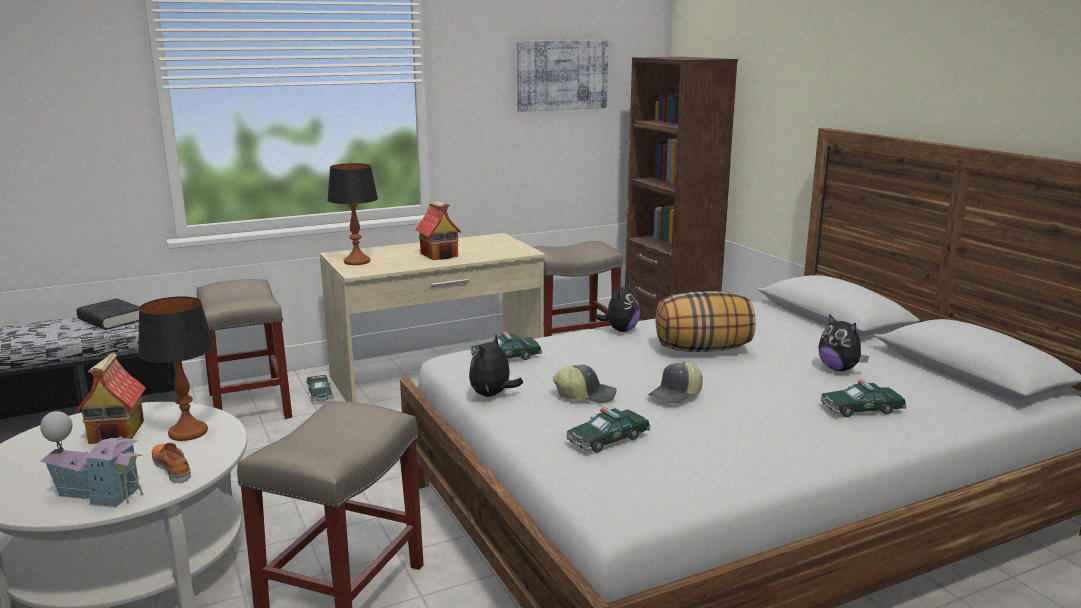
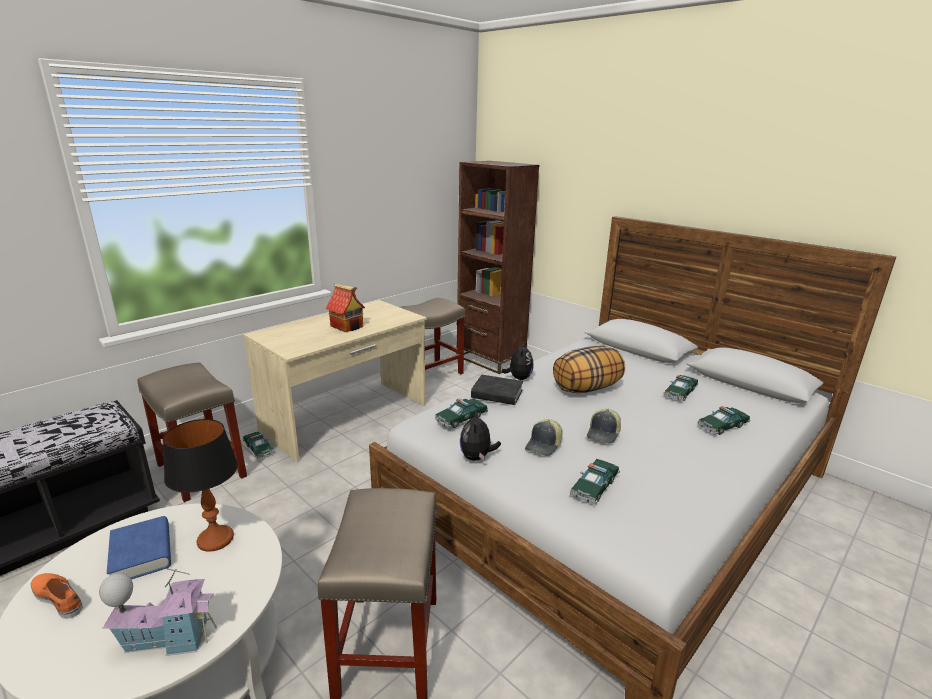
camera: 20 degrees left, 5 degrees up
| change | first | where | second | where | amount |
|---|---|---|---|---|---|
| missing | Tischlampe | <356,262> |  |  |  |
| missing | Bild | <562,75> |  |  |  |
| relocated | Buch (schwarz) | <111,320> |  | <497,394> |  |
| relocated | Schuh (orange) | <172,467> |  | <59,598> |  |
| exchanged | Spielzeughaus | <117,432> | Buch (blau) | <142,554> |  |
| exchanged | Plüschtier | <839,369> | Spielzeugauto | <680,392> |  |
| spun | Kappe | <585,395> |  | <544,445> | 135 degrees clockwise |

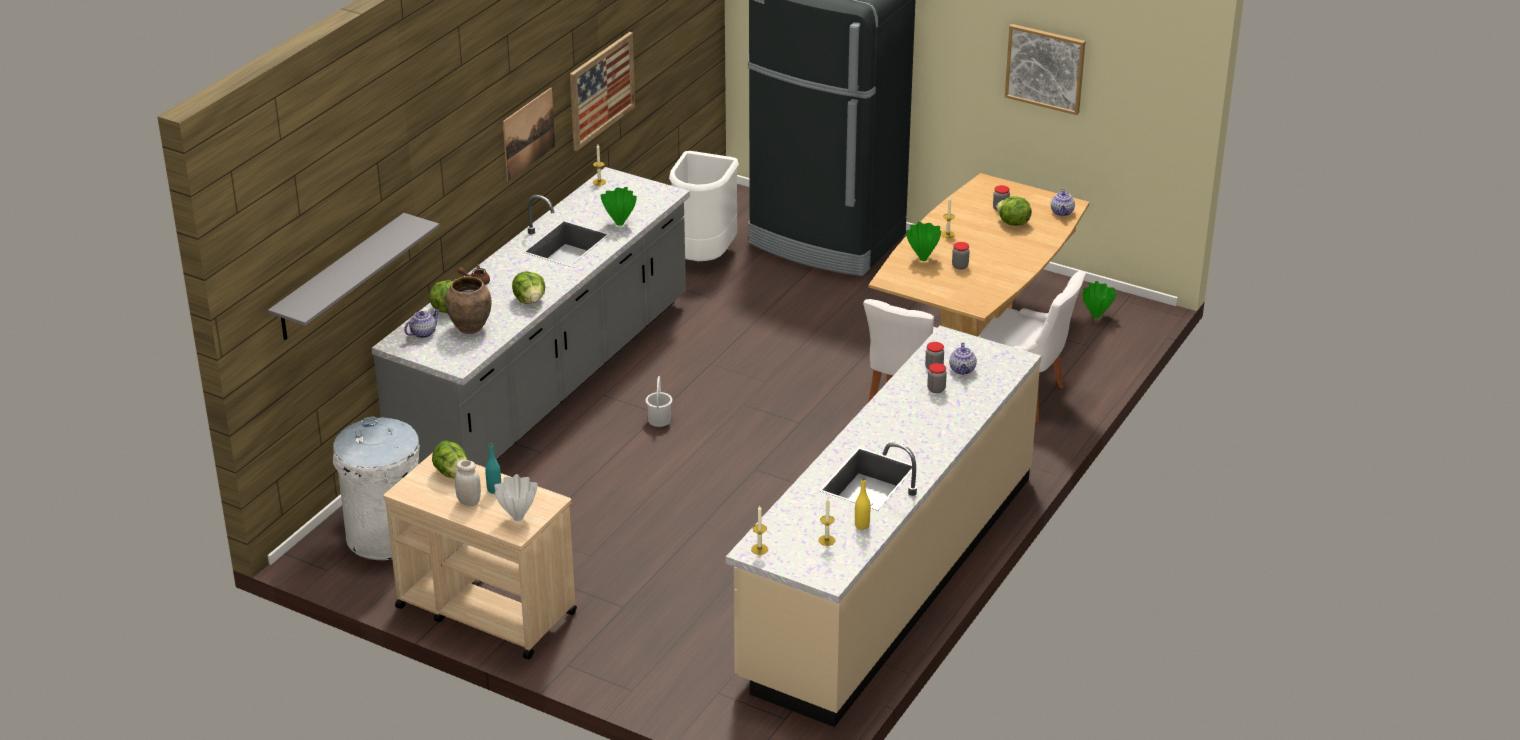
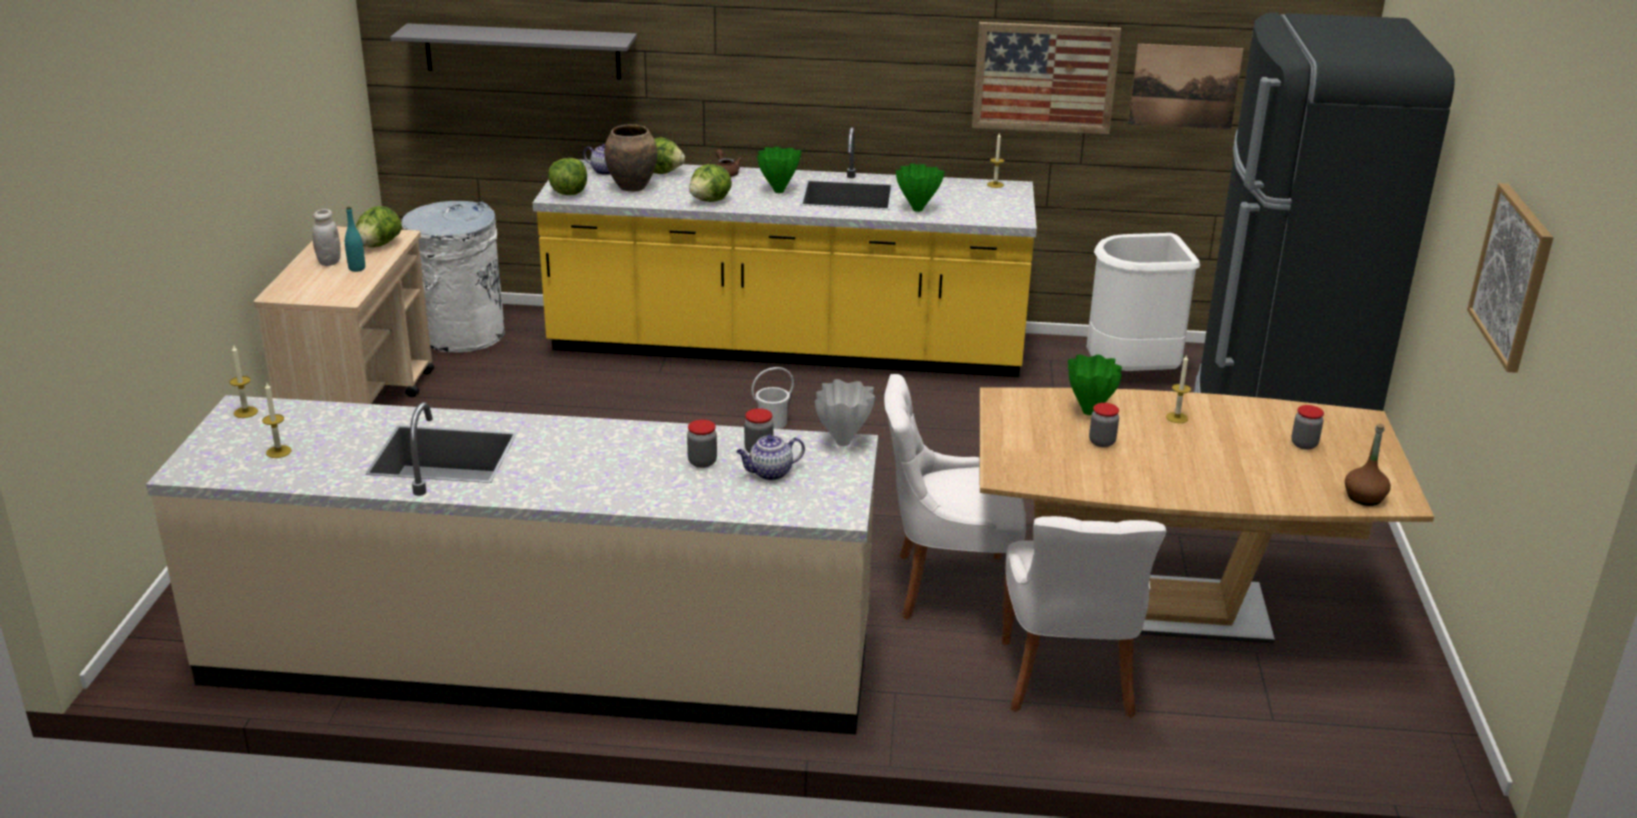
camera: 65 degrees right, 5 degrees down
| change | first | where | second | where | amount |
|---|---|---|---|---|---|
| missing | Flasche (gelb) | <862,525> |  |  |  |
| relocated | Vase (weiß) | <518,517> |  | <844,442> |  |
| relocated | Bild | <528,134> |  | <1184,86> |  |
| relocated | Salatkopf | <1012,223> |  | <568,193> |  |
| relocated | Vase (grün) | <1096,317> |  | <778,191> |  |
| exchanged | Teekanne | <1062,212> | Flasche (braun) | <1364,497> |  |
| colour | Küchenzeile (grau) | <547,384> | Küchenzeile (gelb) | <787,347> |  |

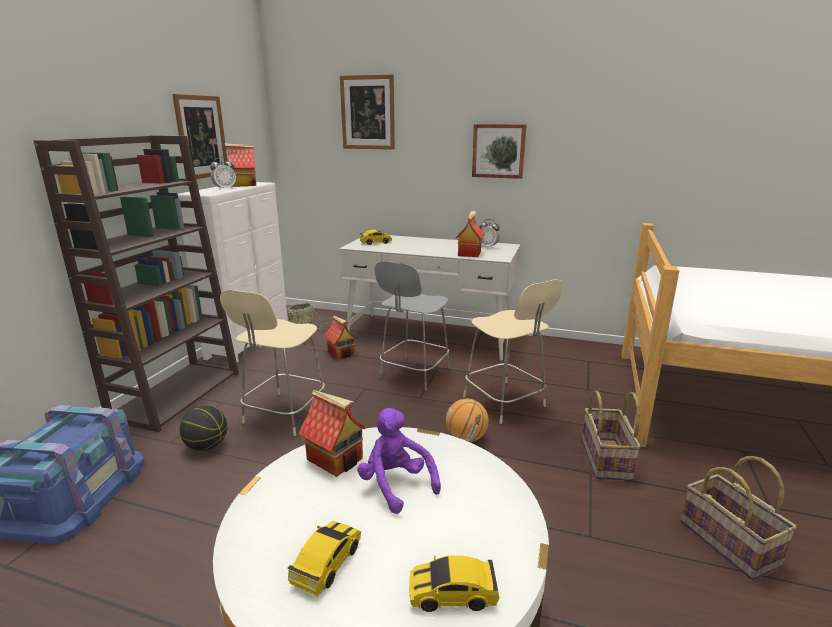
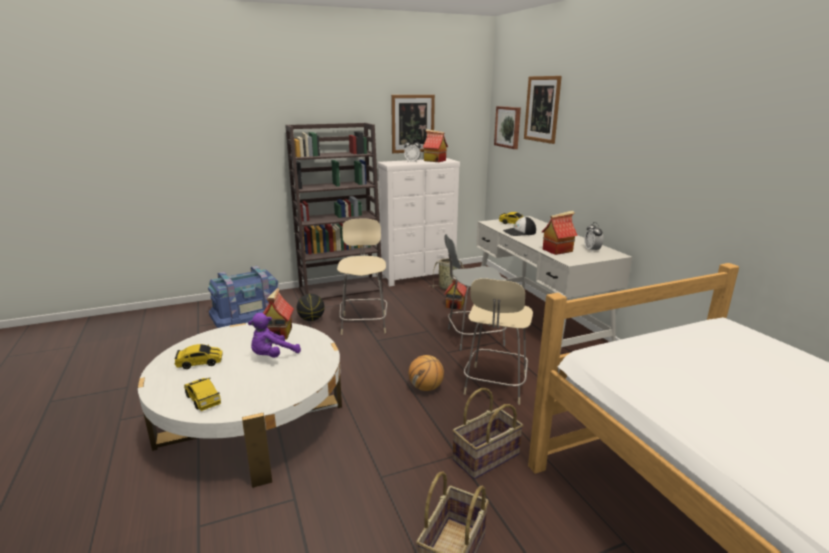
camera: 50 degrees right, 0 degrees up
| change | first | where | second | where | amount |
|---|---|---|---|---|---|
| appeared |  |  | Kappe | <519,232> |  |
| relocated | Bild | <498,151> |  | <508,127> |  |
| spun | Stuhl (beige) | <284,415> |  | <364,323> | 105 degrees clockwise |
| spun | Plüschtier (lila) | <396,485> |  | <272,356> | 150 degrees counterclockwise |

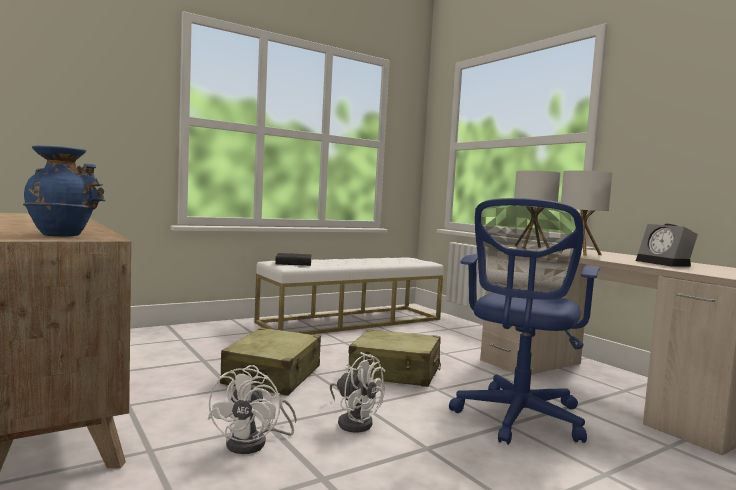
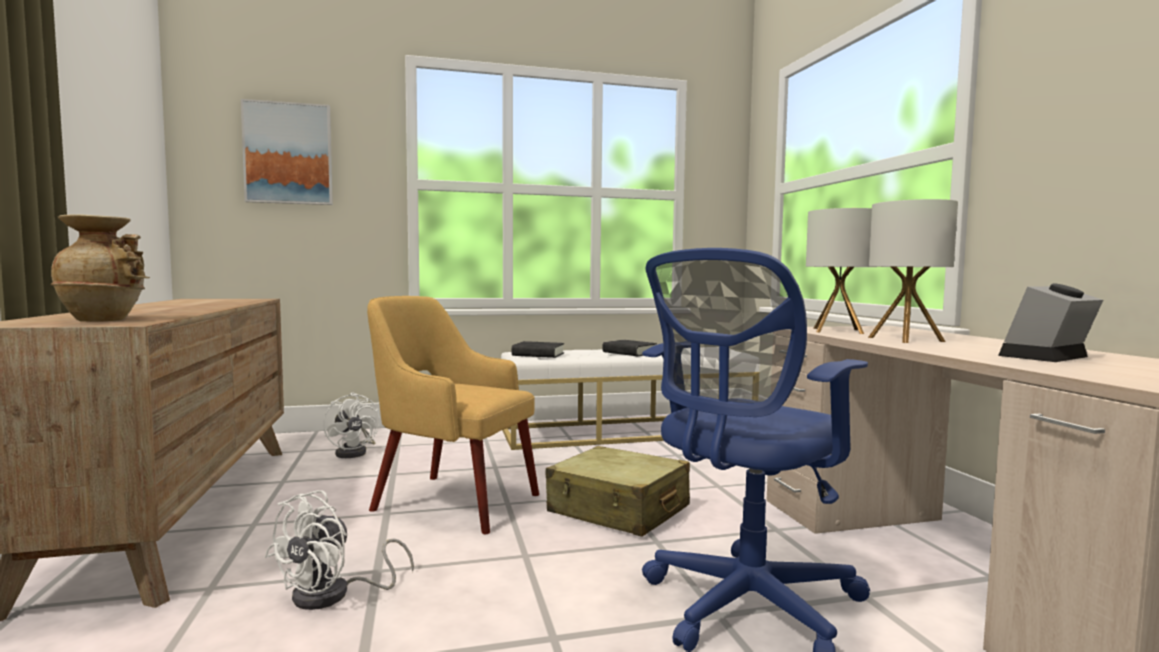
camera: 20 degrees right, 0 degrees up
| change | first | where | second | where | amount |
|---|---|---|---|---|---|
| appeared |  |  | Bild | <288,154> |  |
| appeared |  |  | Buch (schwarz) | <629,352> |  |
| relocated | Ventilator (weiß) | <354,421> |  | <355,452> |  |
| exchanged | Koffer (beige) | <273,376> | Sessel (gelb) | <452,501> |  |
| colour | Vase (blau) | <62,234> | Vase (beige) | <105,319> |  |
| spun | Wecker | <665,263> |  | <1047,357> | 60 degrees clockwise |

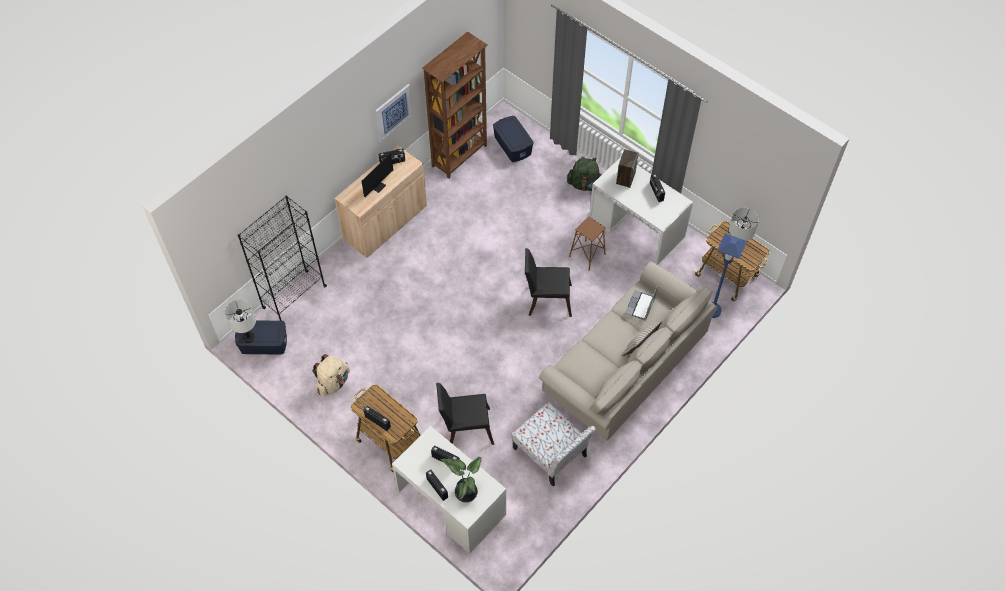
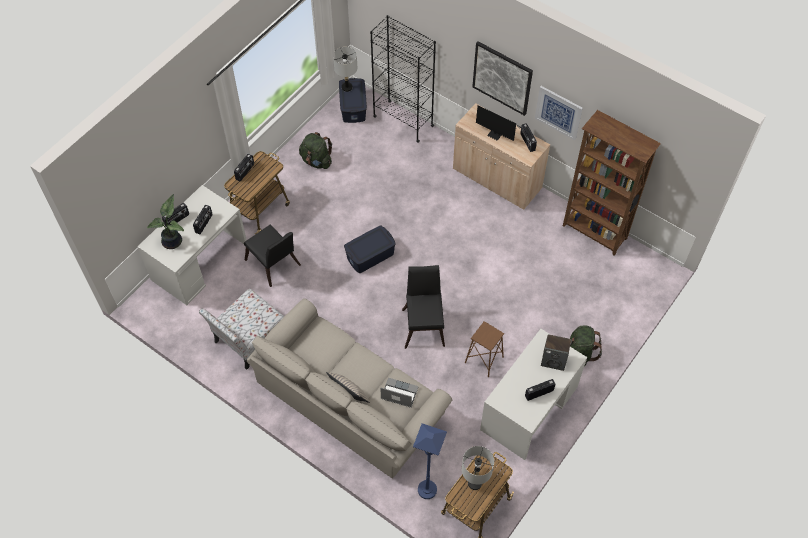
camera: 85 degrees right, 0 degrees up
| change | first | where | second | where | amount |
|---|---|---|---|---|---|
| appeared |  |  | Bild | <502,78> |  |
| relocated | Aufbewahrungsbox (blau) | <513,145> |  | <370,256> |  |
| colour | Rucksack (beige) | <333,382> | Rucksack (grün) | <316,161> |  |
| spun | Stuhl (schwarz) | <465,428> |  | <274,265> | 150 degrees clockwise |

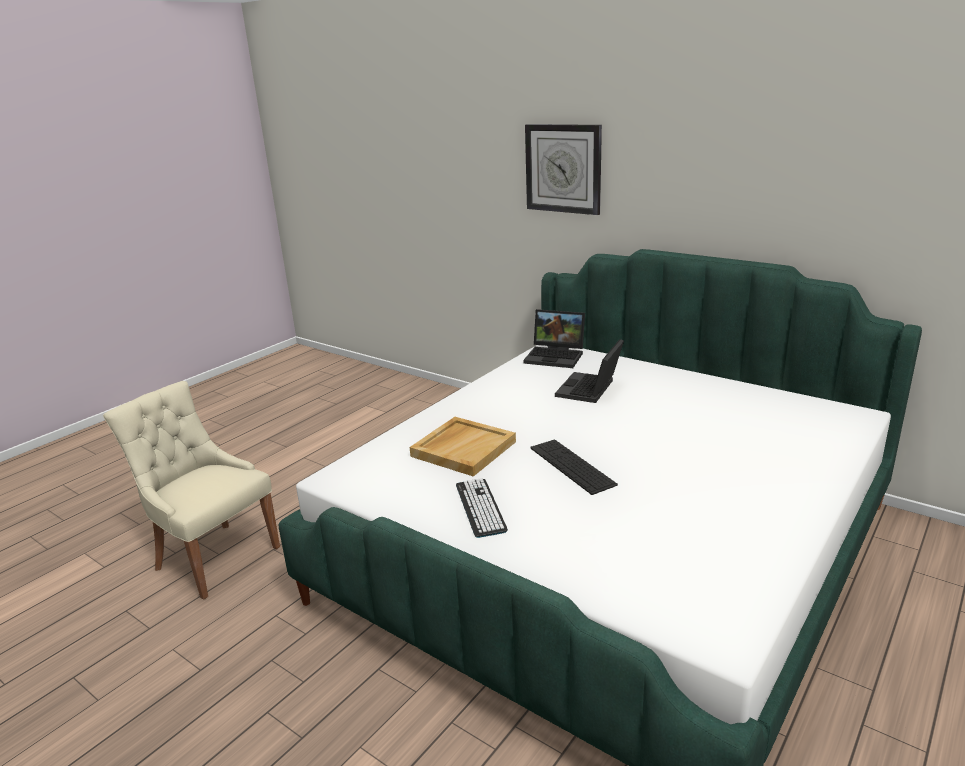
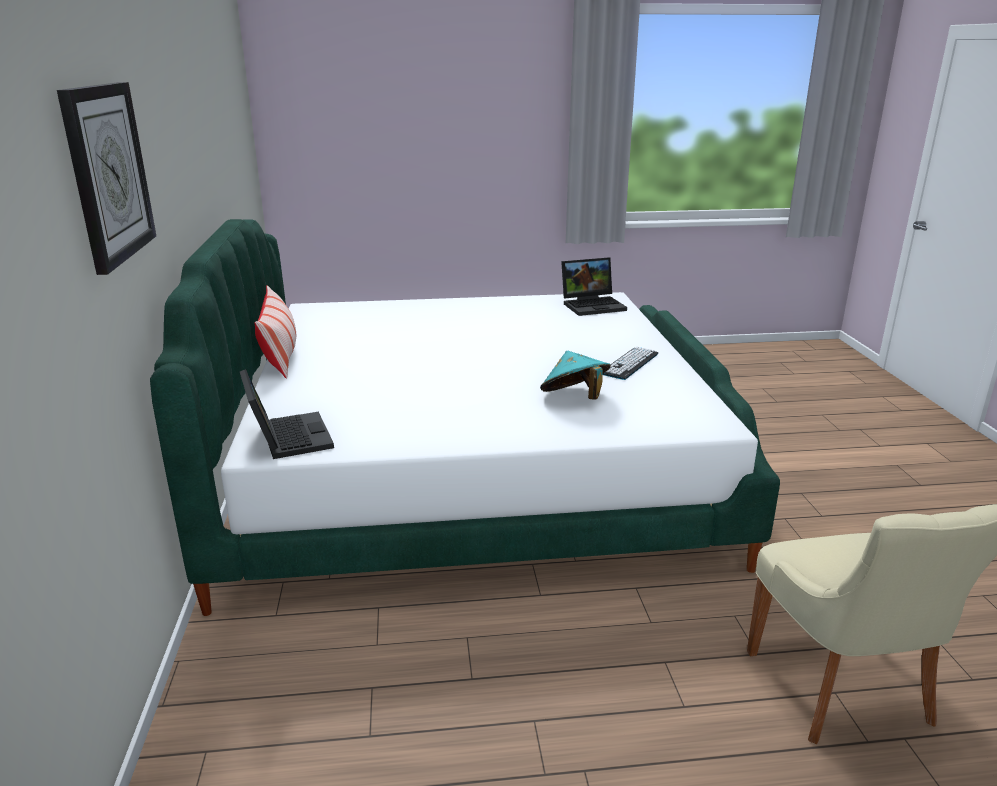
camera: 135 degrees left, 0 degrees up
| change | first | where | second | where | amount |
|---|---|---|---|---|---|
| missing | Tastatur | <572,466> |  |  |  |
| appeared |  |  | Kissen | <280,355> |  |
| relocated | Laptop | <590,390> |  | <593,305> |  |
| exchanged | Tablett (beige) | <463,448> | Hut (türkis) | <574,398> |  |

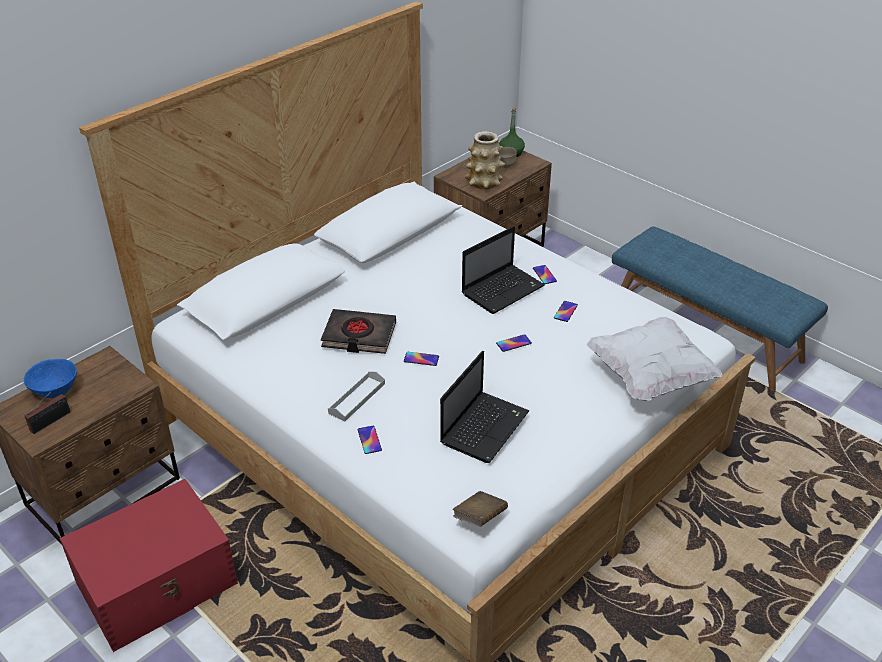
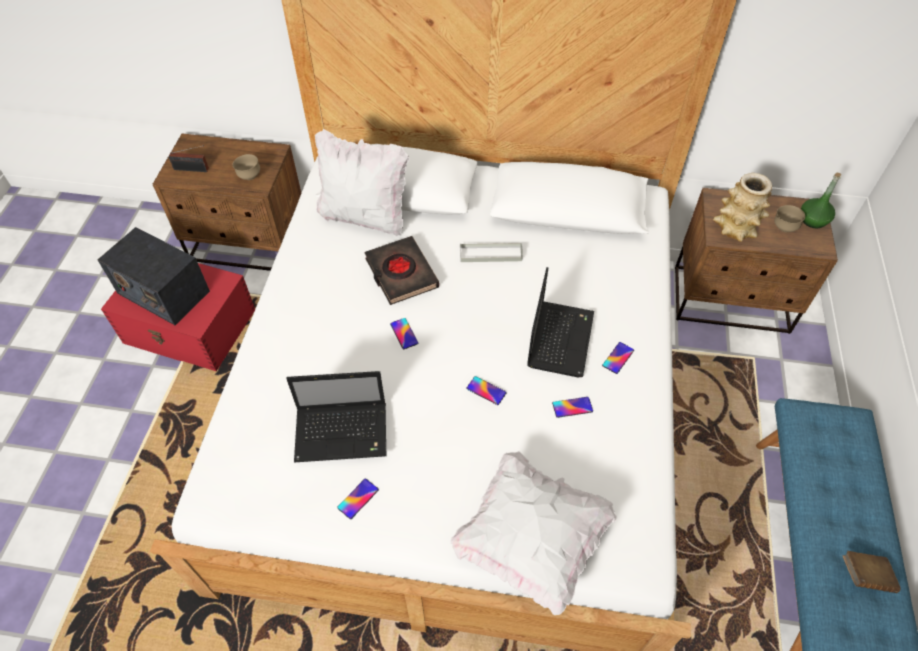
camera: 55 degrees right, 15 degrees up
| change | first | where | second | where | amount |
|---|---|---|---|---|---|
| missing | Schüssel (blau) | <55,390> |  |  |  |
| appeared |  |  | Radio | <163,292> |  |
| appeared |  |  | Schüssel (braun) | <249,177> |  |
| appeared |  |  | Kissen (weiß) | <365,217> |  |
| relocated | Tablett (grau) | <357,398> |  | <490,254> |  |
| relocated | Handy | <369,440> |  | <358,498> |  |
| relocated | Buch (braun) | <479,518> |  | <865,576> |  |
| spun | Laptop | <503,289> |  | <560,338> | 90 degrees counterclockwise |

